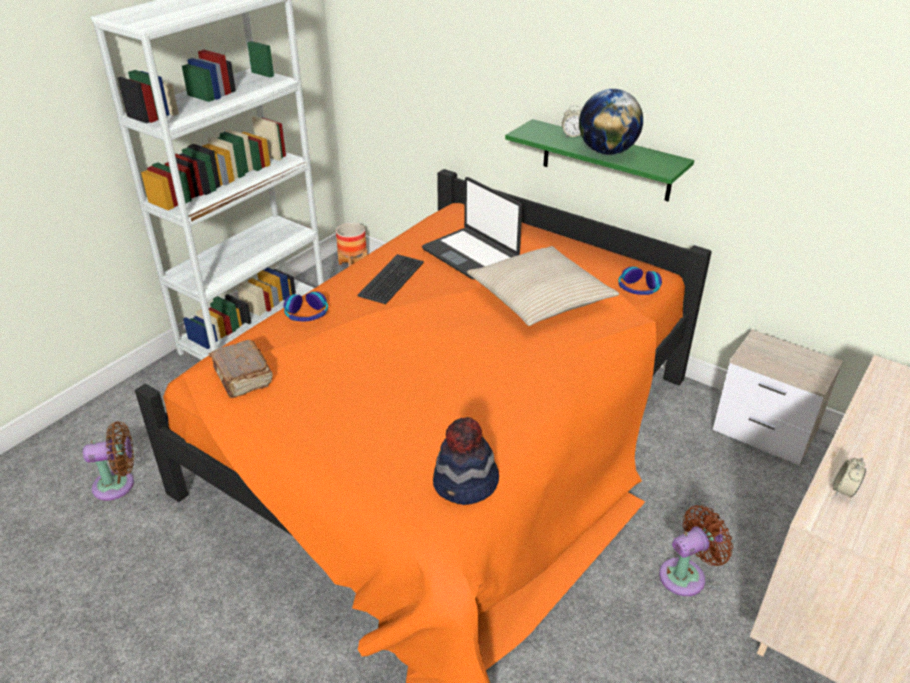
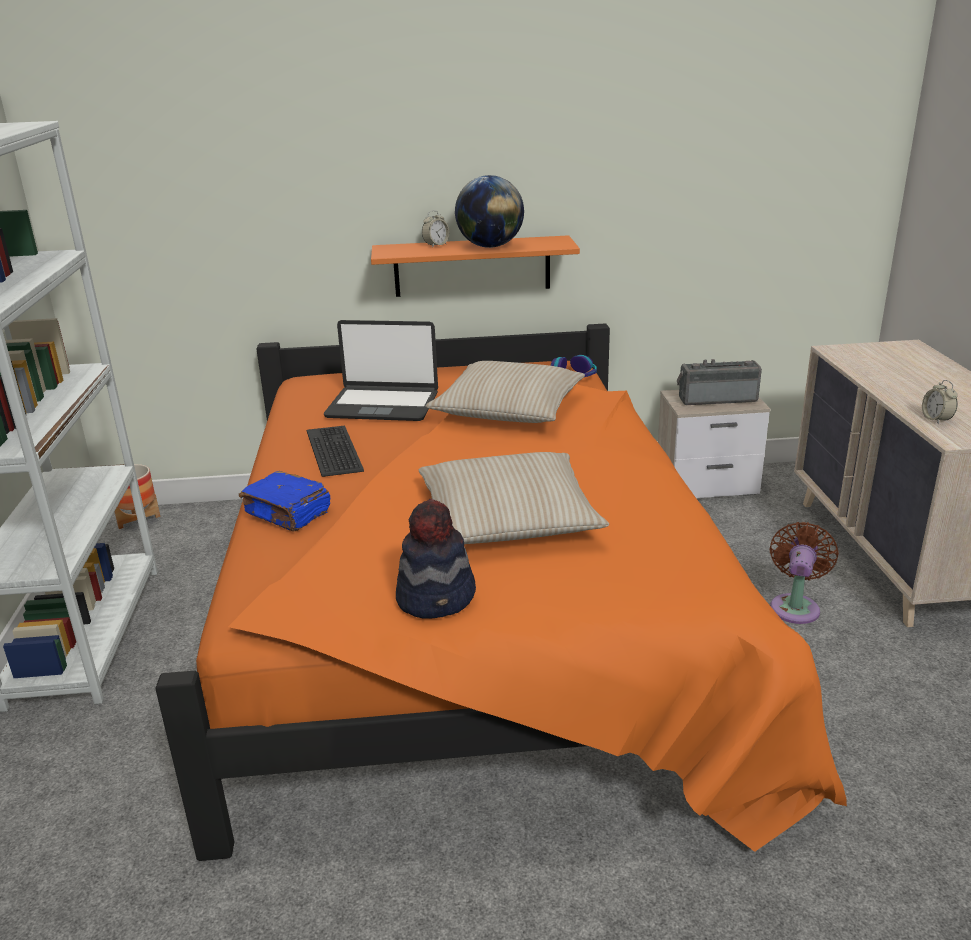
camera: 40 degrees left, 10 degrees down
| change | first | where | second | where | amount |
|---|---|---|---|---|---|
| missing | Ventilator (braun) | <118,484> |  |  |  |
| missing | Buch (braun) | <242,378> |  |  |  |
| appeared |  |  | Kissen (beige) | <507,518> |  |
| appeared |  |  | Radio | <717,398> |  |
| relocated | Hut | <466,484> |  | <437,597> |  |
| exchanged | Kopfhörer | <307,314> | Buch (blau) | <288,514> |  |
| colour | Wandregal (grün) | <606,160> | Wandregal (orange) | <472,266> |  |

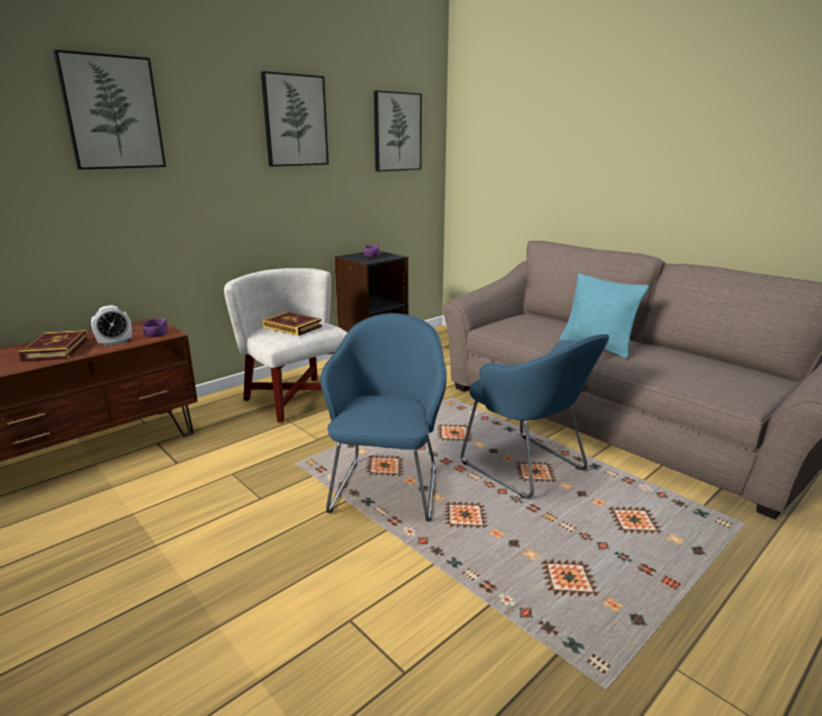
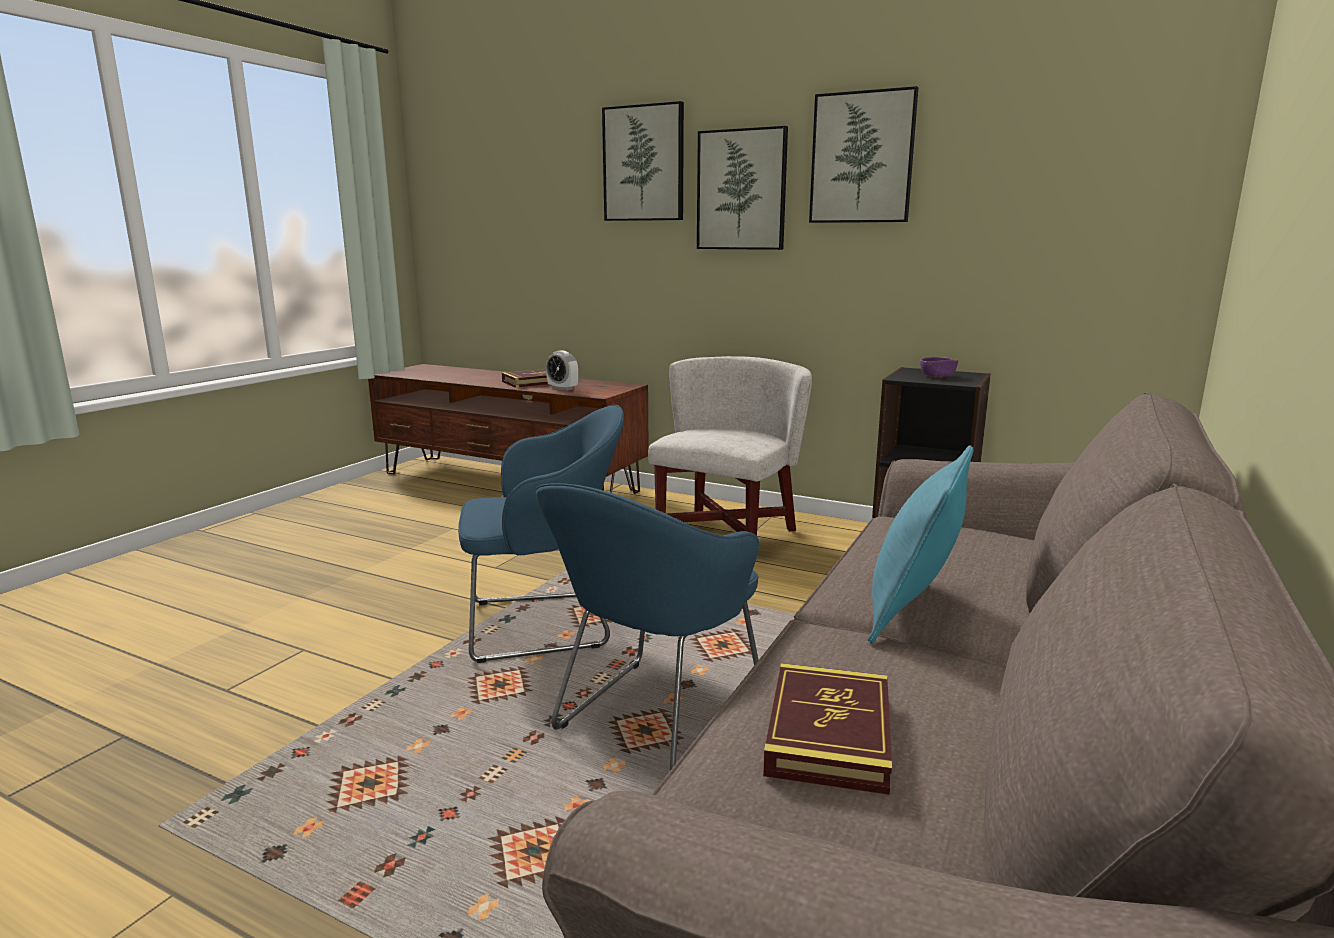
camera: 70 degrees right, 5 degrees down
| change | first | where | second | where | amount |
|---|---|---|---|---|---|
| missing | Schüssel (lila) | <156,335> |  |  |  |
| relocated | Buch | <292,327> |  | <828,734> |  |
| relocated | Bild | <397,132> |  | <741,190> |  |

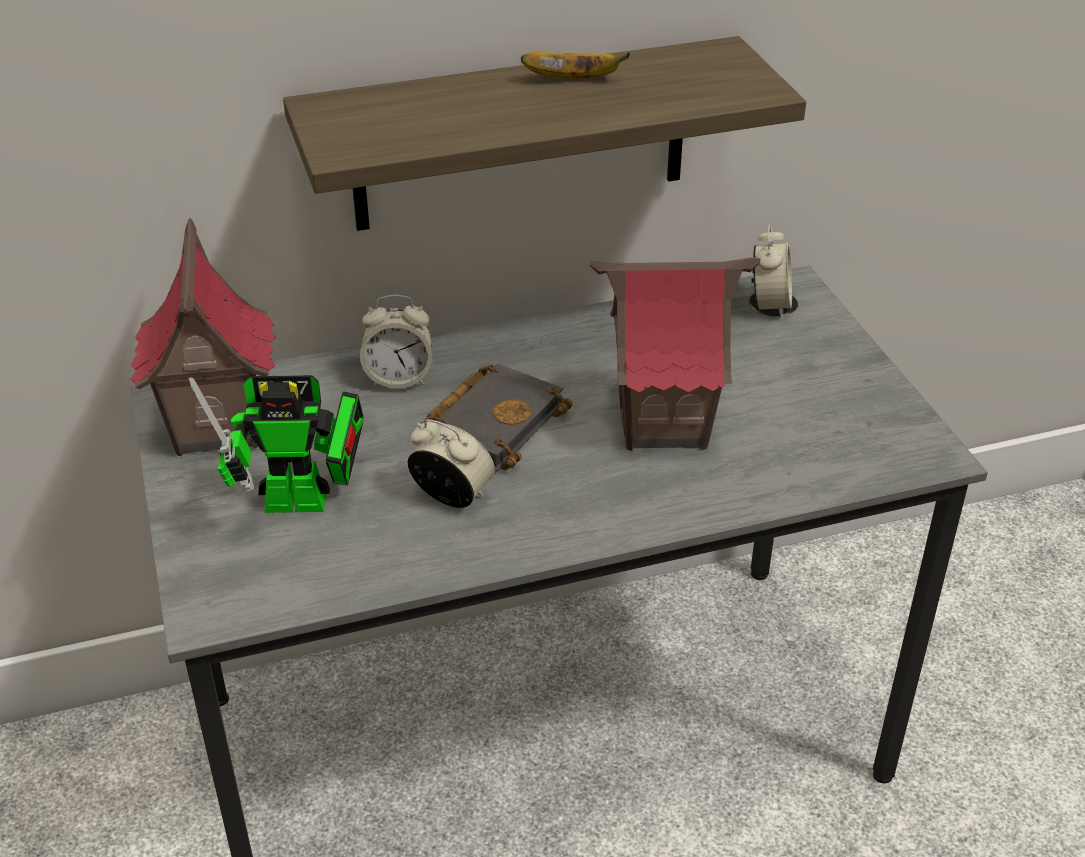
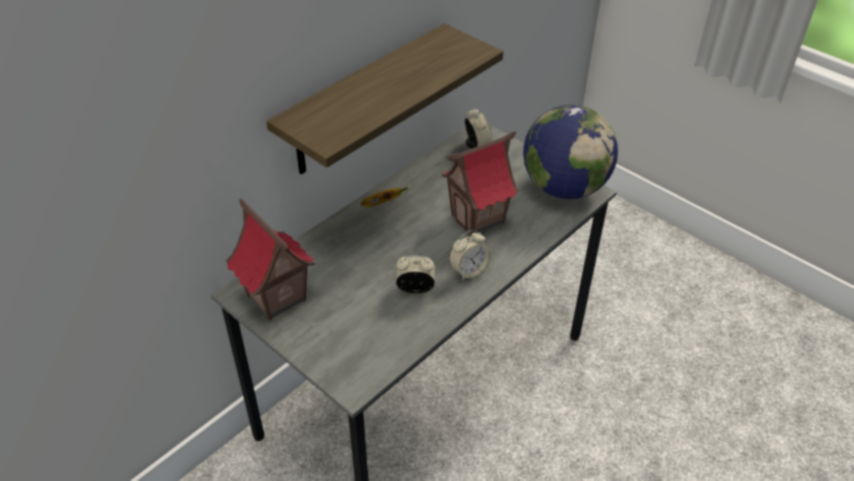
camera: 30 degrees left, 5 degrees up
| change | first | where | second | where | amount |
|---|---|---|---|---|---|
| missing | Spielzeugroboter | <306,502> |  |  |  |
| missing | Buch (schwarz) | <494,422> |  |  |  |
| appeared |  |  | Globus | <564,187> |  |
| relocated | Wecker | <398,378> |  | <468,271> |  |
| relocated | Banane | <574,79> |  | <382,203> |  |

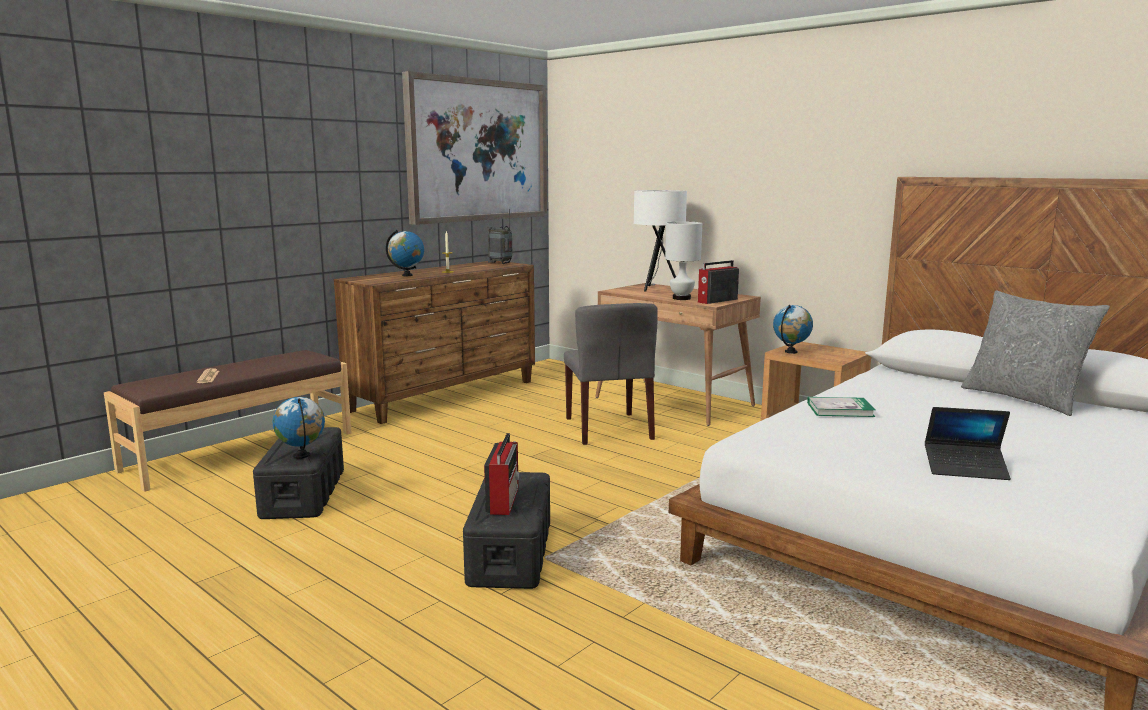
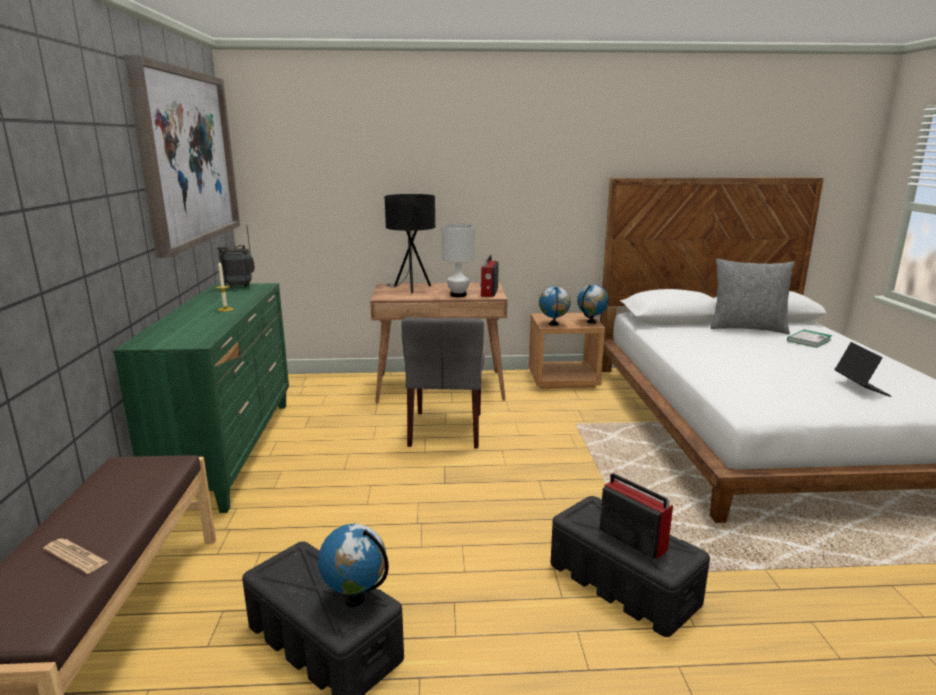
camera: 45 degrees left, 5 degrees up
| change | first | where | second | where | amount |
|---|---|---|---|---|---|
| relocated | Globus | <407,275> |  | <591,322> |  |
| relocated | Buch | <840,410> |  | <809,340> |  |
| colour | Kommode (braun) | <446,396> | Kommode (grün) | <231,450> |  |
| colour | Tischlampe (weiß) | <657,289> | Tischlampe (schwarz) | <410,289> |  |
| spun | Stuhl (grau) | <609,428> |  | <446,429> | 60 degrees clockwise |
| spun | Laptop | <965,469> |  | <860,387> | 60 degrees counterclockwise |

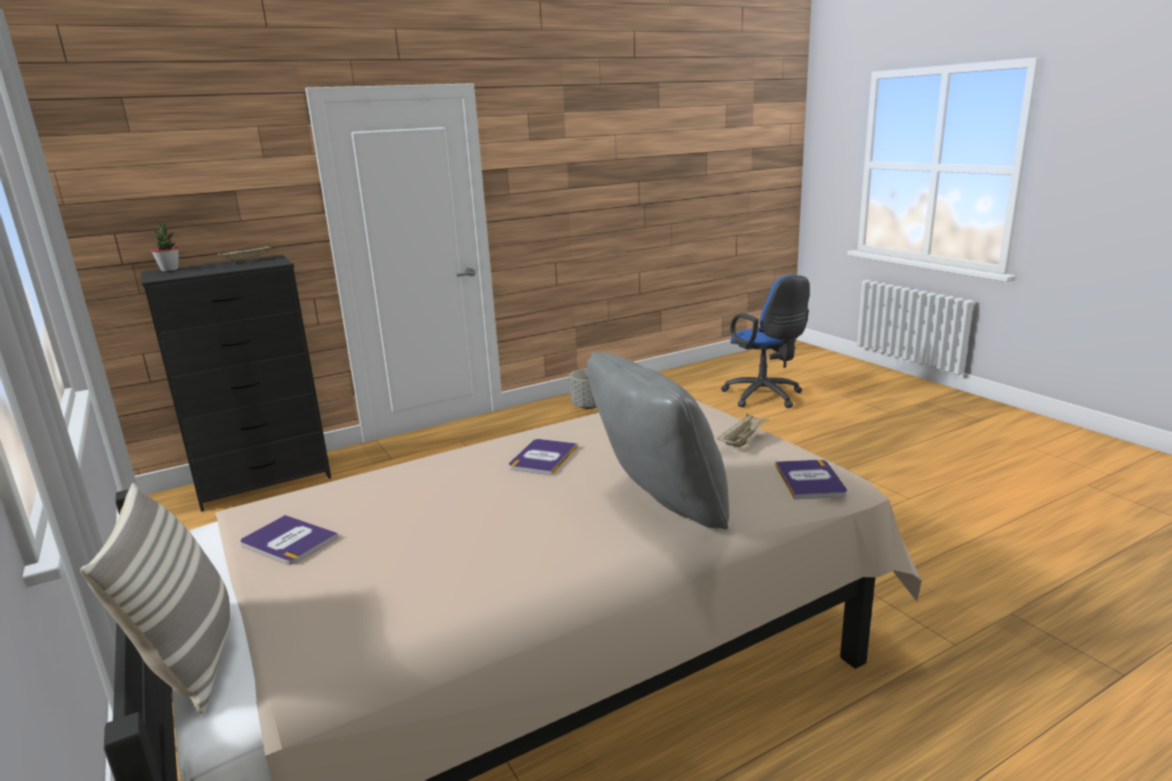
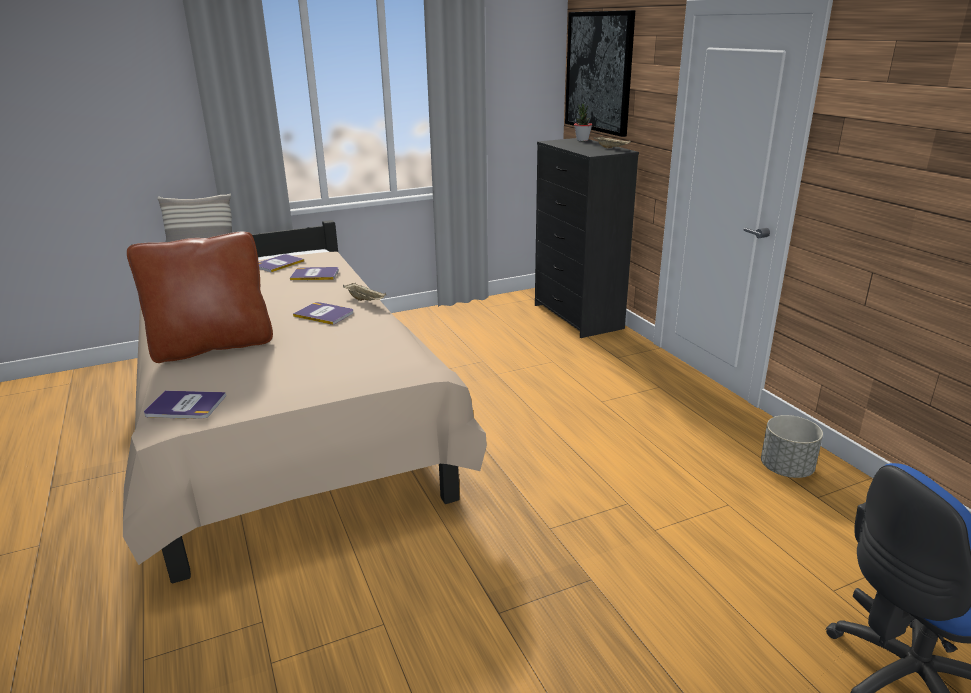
camera: 95 degrees right, 5 degrees up
| change | first | where | second | where | amount |
|---|---|---|---|---|---|
| appeared |  |  | Buch | <315,274> |  |
| appeared |  |  | Bild | <599,72> |  |
| relocated | Tablett (beige) | <742,440> |  | <365,300> |  |
| colour | Kissen (grau) | <657,507> | Kissen (braun) | <213,346> |  |

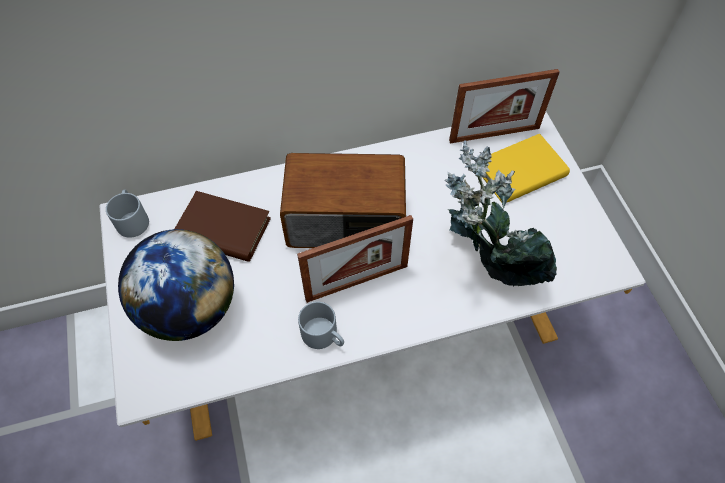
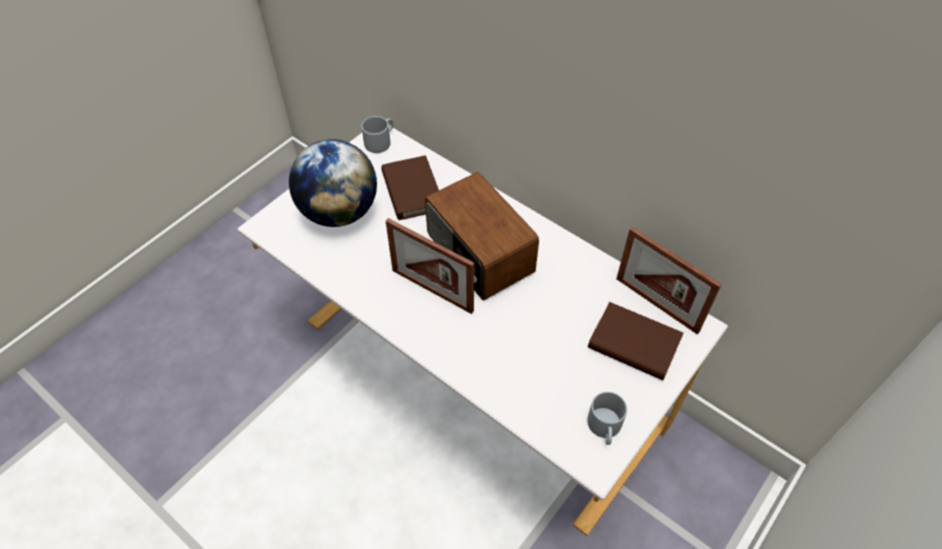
camera: 55 degrees right, 5 degrees down
| change | first | where | second | where | amount |
|---|---|---|---|---|---|
| missing | Topfpflanze | <484,263> |  |  |  |
| relocated | Henkelbecher (grau) | <324,335> |  | <605,428> |  |
| colour | Buch (gelb) | <520,172> | Buch (braun) | <634,344> |  |

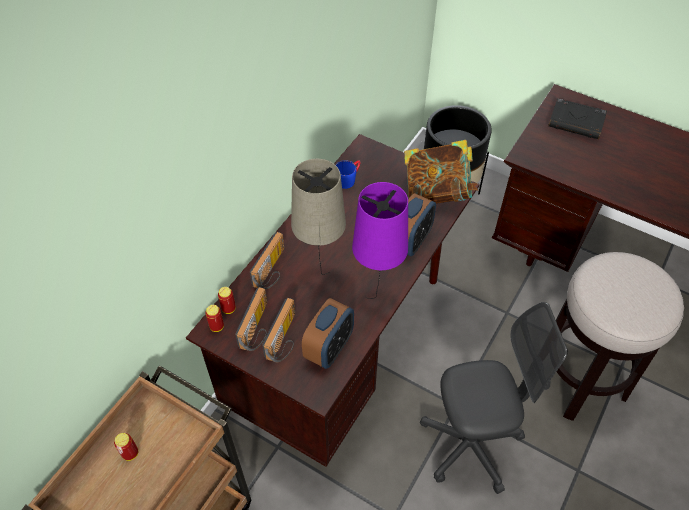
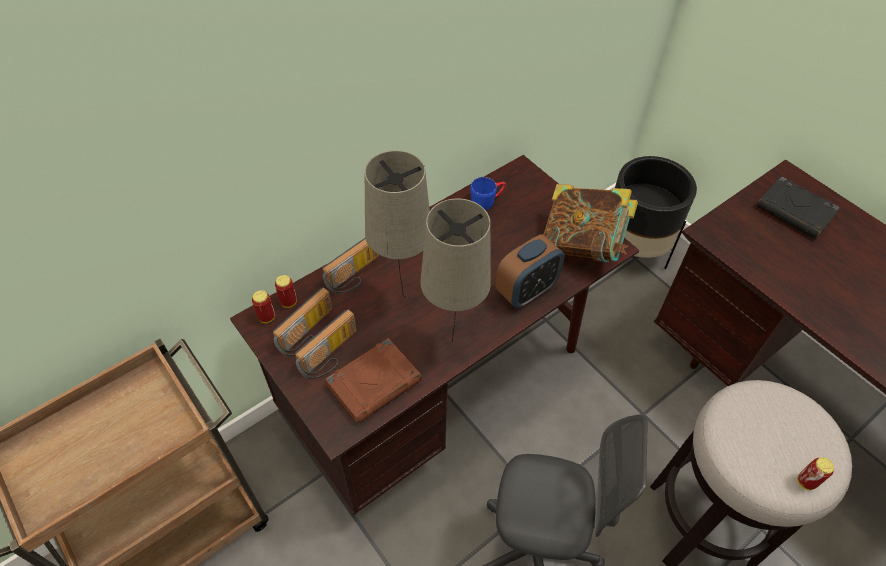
camera: 20 degrees right, 0 degrees up
| change | first | where | second | where | amount |
|---|---|---|---|---|---|
| relocated | Dose | <130,453> |  | <806,481> |  |
| exchanged | Wecker | <329,348> | Buch (braun) | <374,383> |  |
| colour | Tischlampe (lila) | <377,303> | Tischlampe (beige) | <453,349> |  |

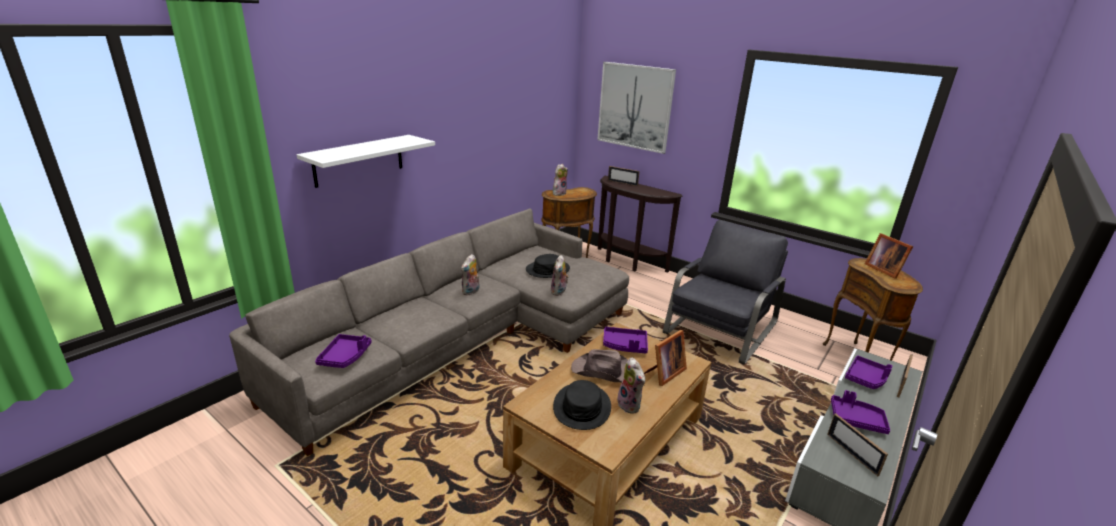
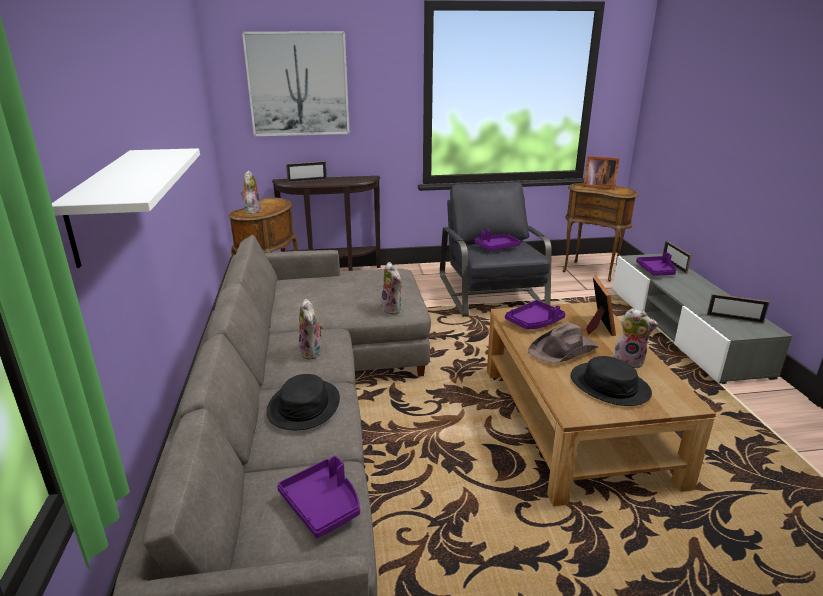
camera: 45 degrees left, 0 degrees up
| change | first | where | second | where | amount |
|---|---|---|---|---|---|
| relocated | Hut (schwarz) | <547,269> |  | <303,406> |  |
| relocated | Tablett (lila) | <856,420> |  | <496,247> |  |

